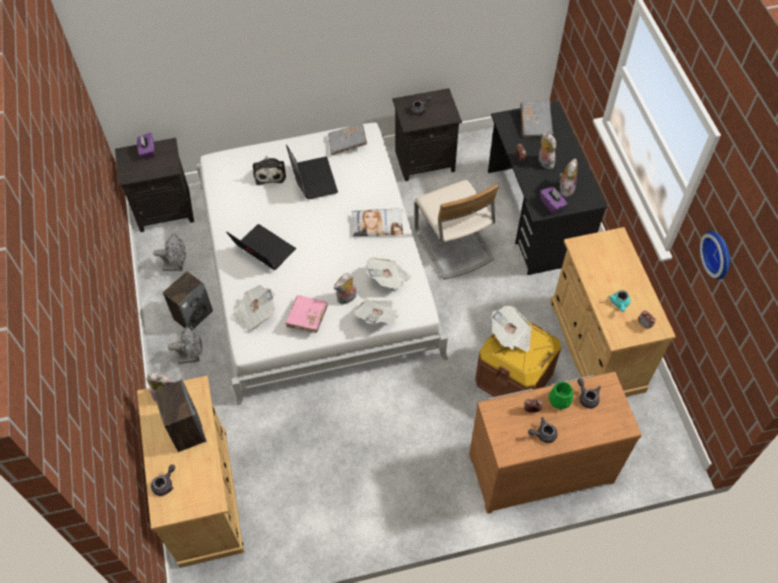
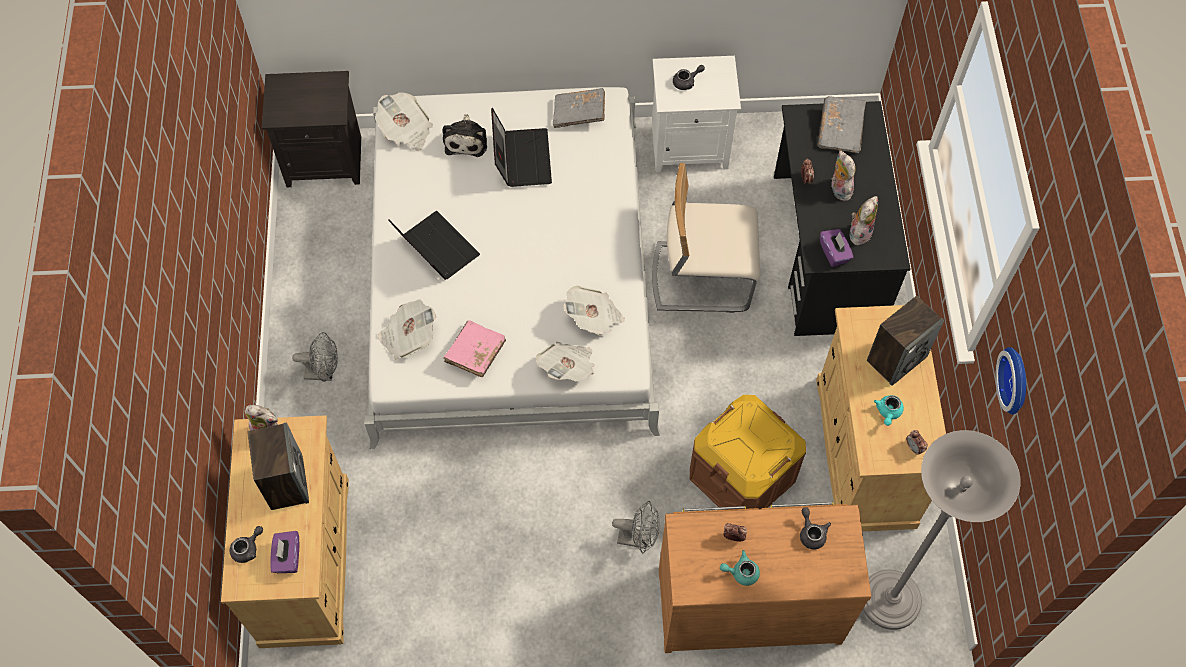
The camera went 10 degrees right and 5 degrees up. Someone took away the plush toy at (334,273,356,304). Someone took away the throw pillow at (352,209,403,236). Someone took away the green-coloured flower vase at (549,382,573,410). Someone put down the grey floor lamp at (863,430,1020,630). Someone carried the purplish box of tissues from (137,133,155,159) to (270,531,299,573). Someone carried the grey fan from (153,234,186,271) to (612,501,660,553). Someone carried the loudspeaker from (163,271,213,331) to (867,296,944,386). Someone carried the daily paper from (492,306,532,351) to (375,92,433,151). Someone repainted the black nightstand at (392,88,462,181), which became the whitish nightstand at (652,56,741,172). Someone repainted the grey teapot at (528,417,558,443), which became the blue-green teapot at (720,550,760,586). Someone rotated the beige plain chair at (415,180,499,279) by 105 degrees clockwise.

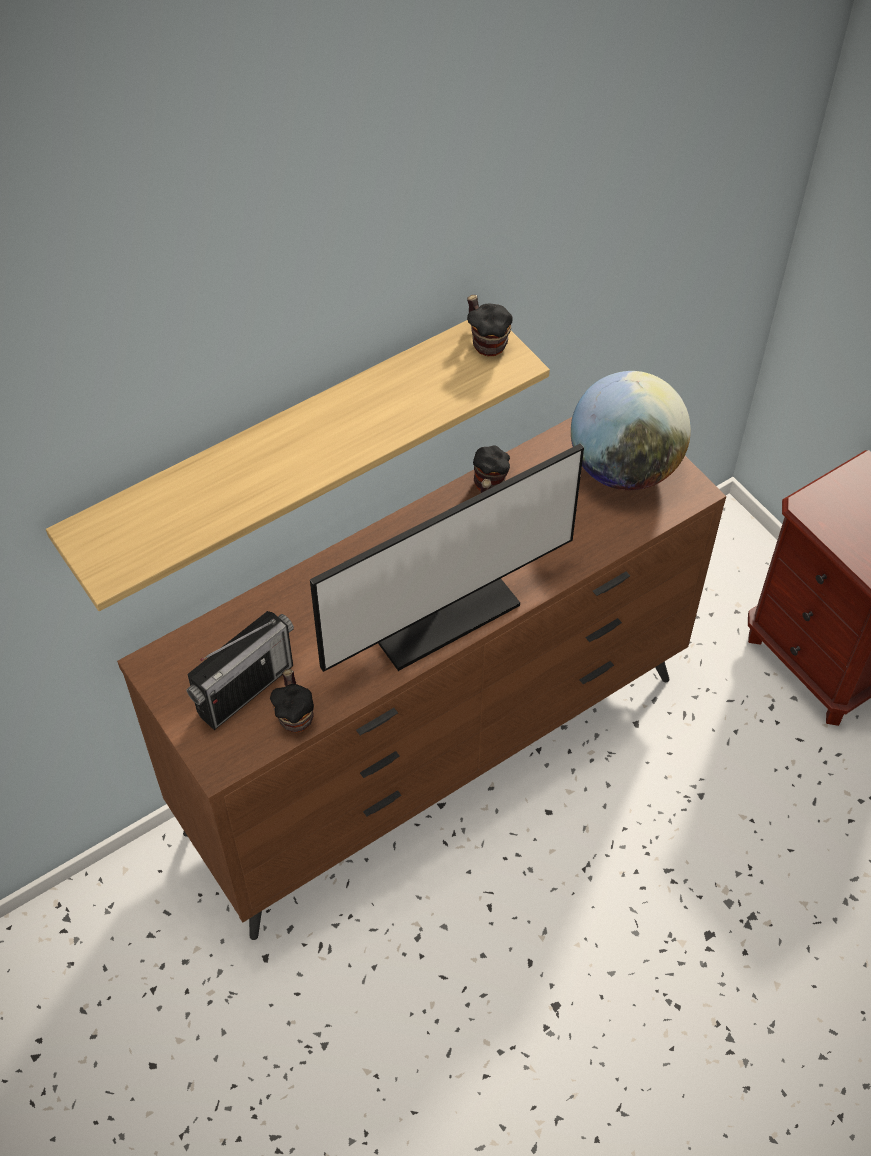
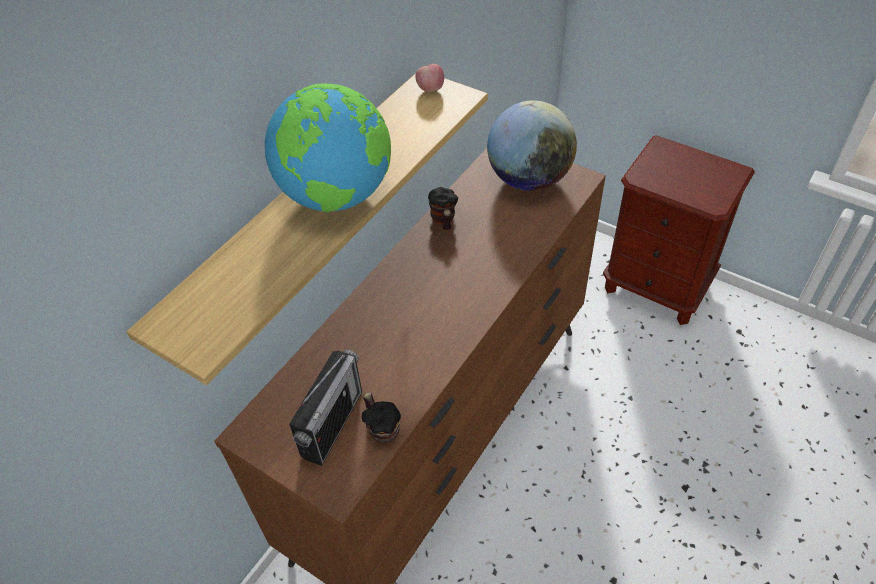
The camera went 20 degrees left and 5 degrees down. Someone took away the computer screen at (310,443,584,672). Someone put down the globe at (265,83,391,212). Someone swapped the tea mug at (467,295,512,356) for the apple fruit at (415,64,444,92).

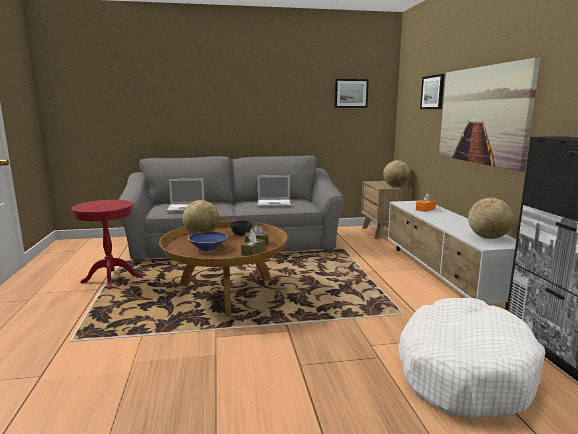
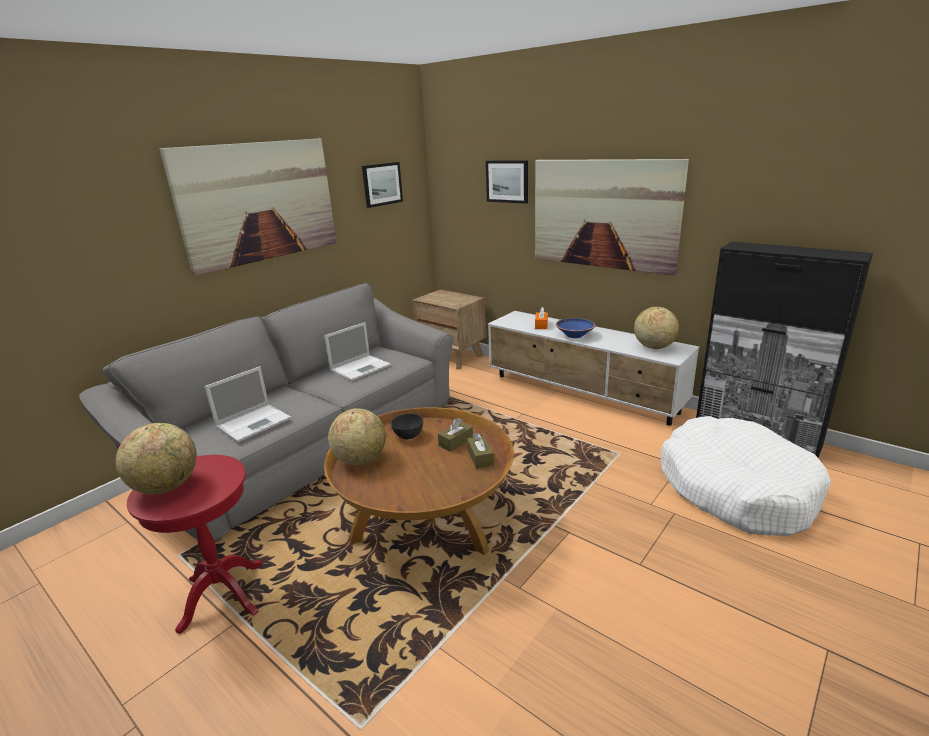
The camera went 40 degrees left and 10 degrees up. Someone put up the wall art at (160,138,337,276). Someone carried the blue bowl from (188,232,228,251) to (556,318,596,338). Someone carried the globe from (383,160,411,187) to (116,423,197,494).

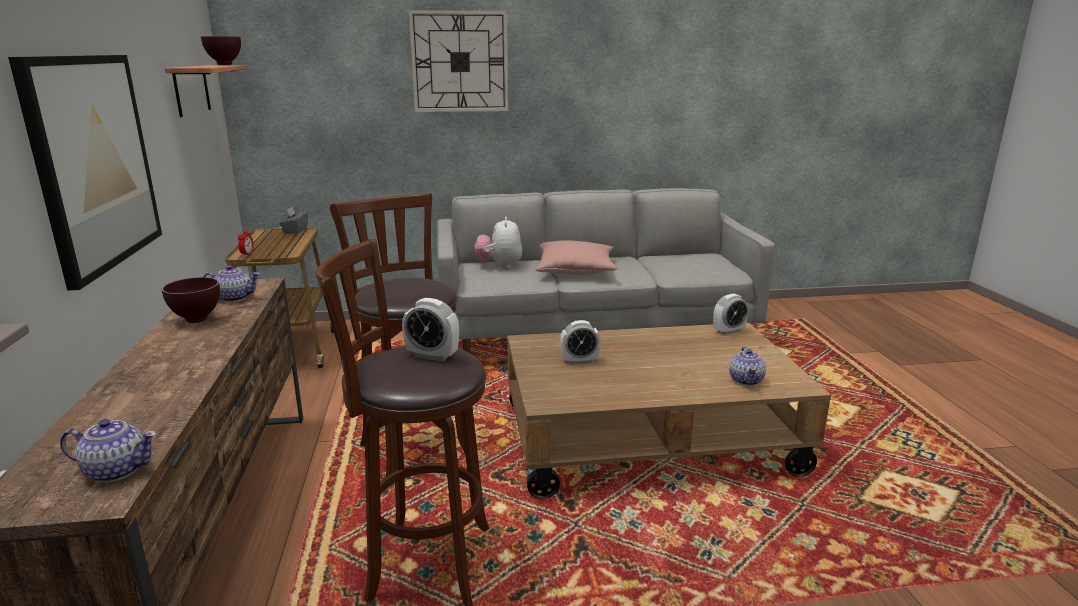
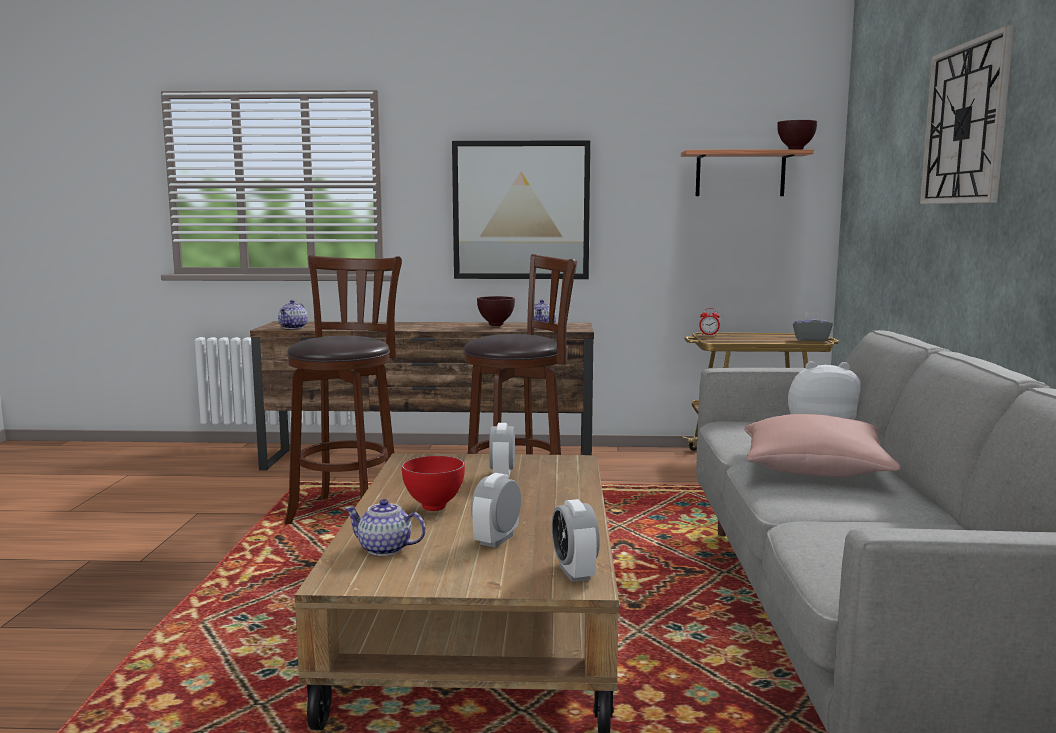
The camera went 100 degrees right and 10 degrees down. Someone put down the red bowl at (402,456,465,511). Someone carried the bedside clock from (402,298,459,361) to (471,473,521,548).

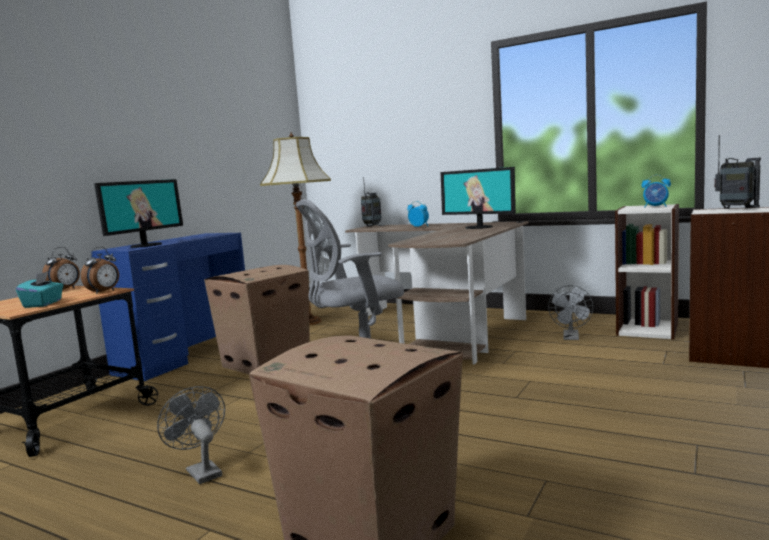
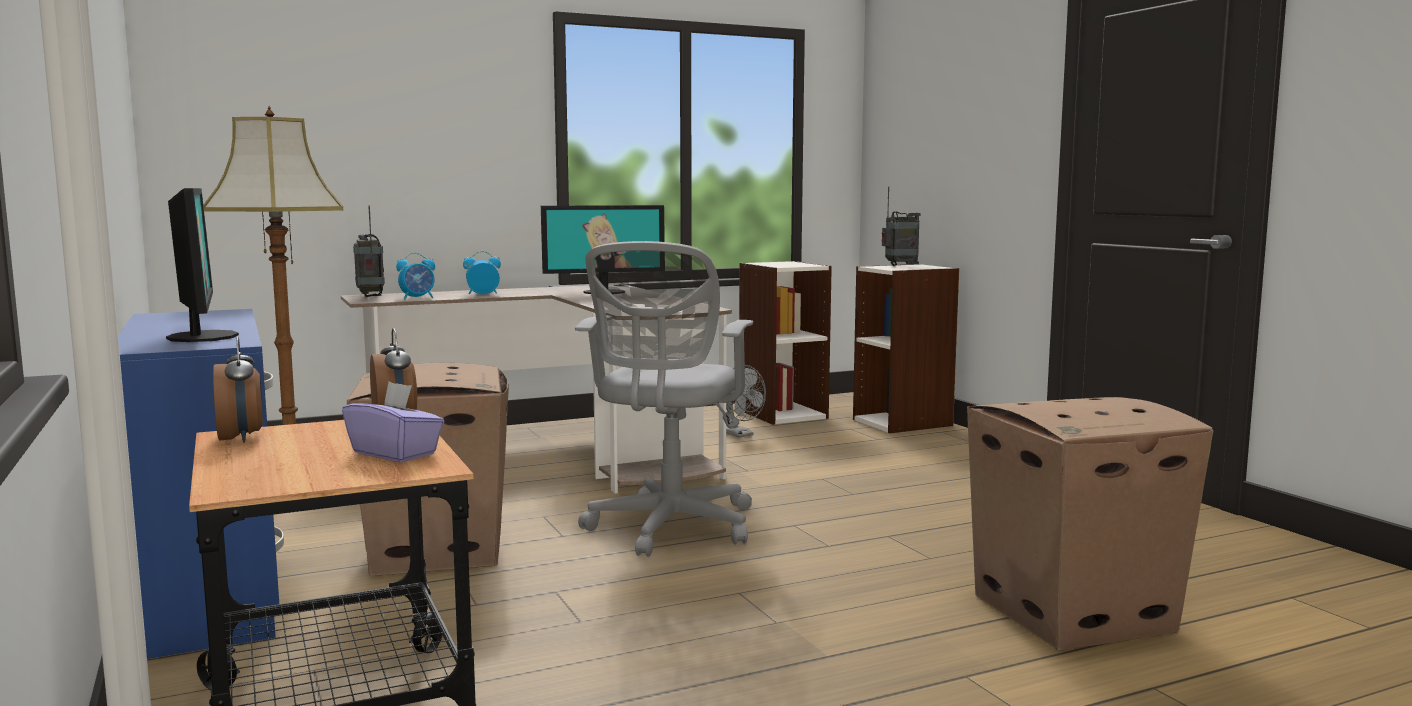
The camera went 55 degrees left and 0 degrees up. Someone took away the grey fan at (157,386,225,484). Someone carried the bedside clock from (642,175,671,207) to (396,252,435,299). Someone repainted the blue-green box of tissues at (16,271,63,308), which became the purplish box of tissues at (342,382,444,462).

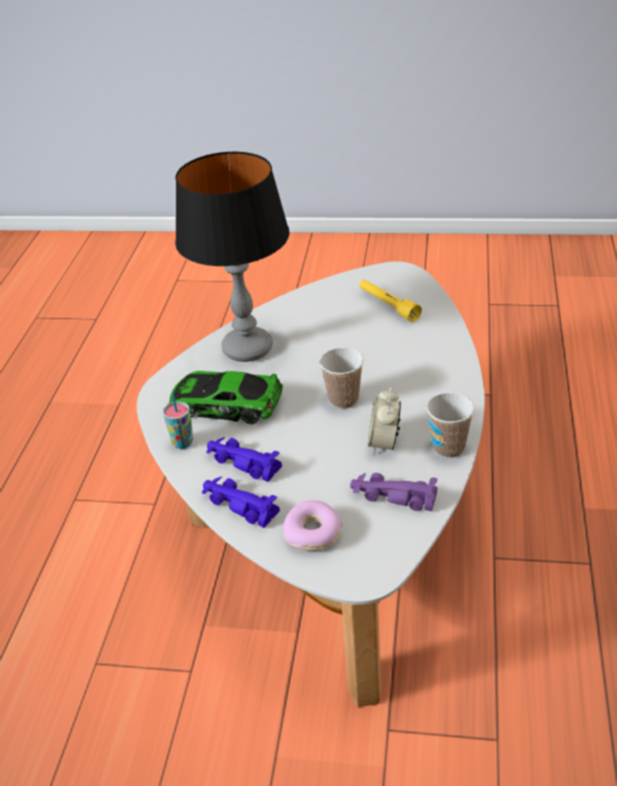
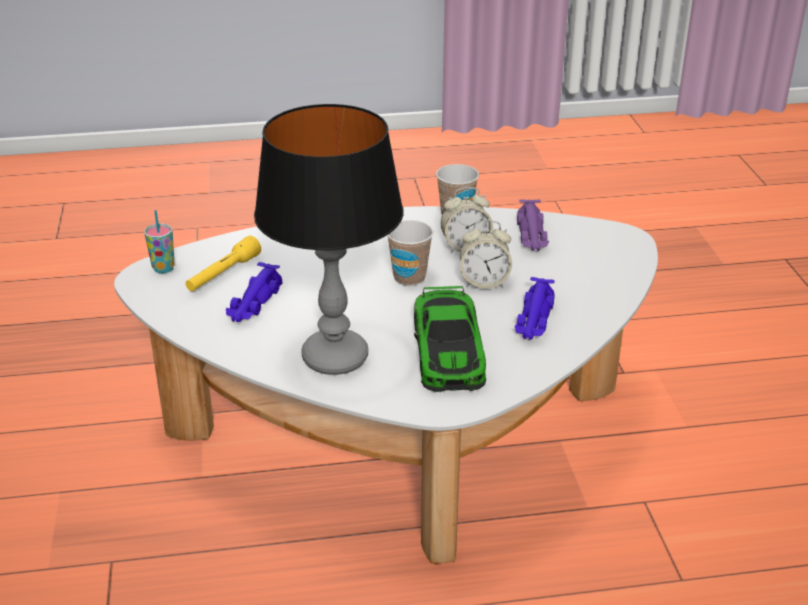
The camera went 110 degrees left and 5 degrees down. Someone took away the donut at (283,500,342,551). Someone put down the bedside clock at (460,220,512,289). Someone carried the cup from (163,392,193,449) to (144,210,175,273). Someone carried the purplish miniature car from (202,476,280,528) to (226,262,282,322).

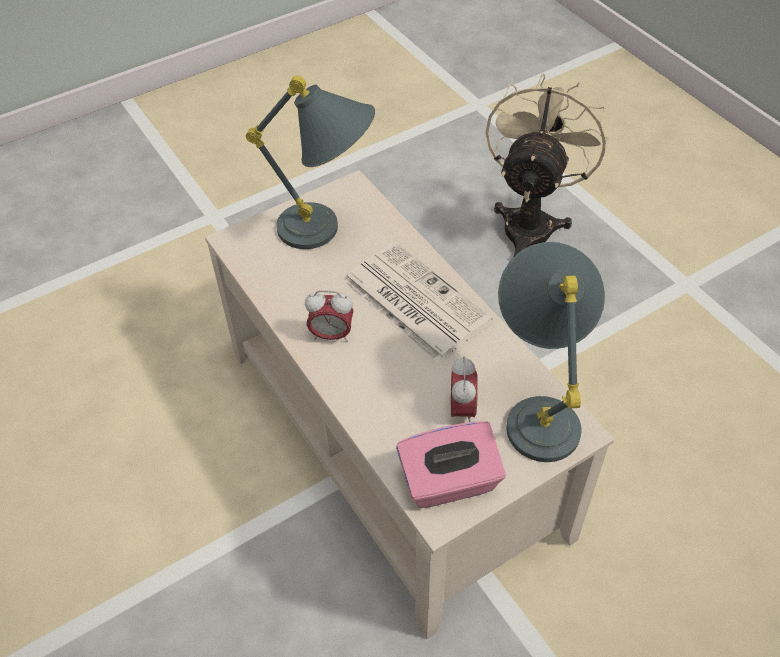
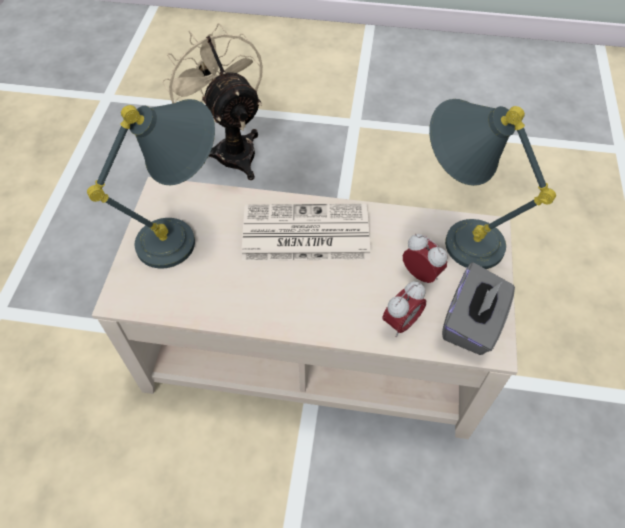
The camera went 50 degrees left and 5 degrees up. Someone carried the bedside clock from (305,290,353,342) to (382,281,426,337). Someone repainted the pink box of tissues at (396,422,506,508), which became the grey box of tissues at (442,262,515,355).

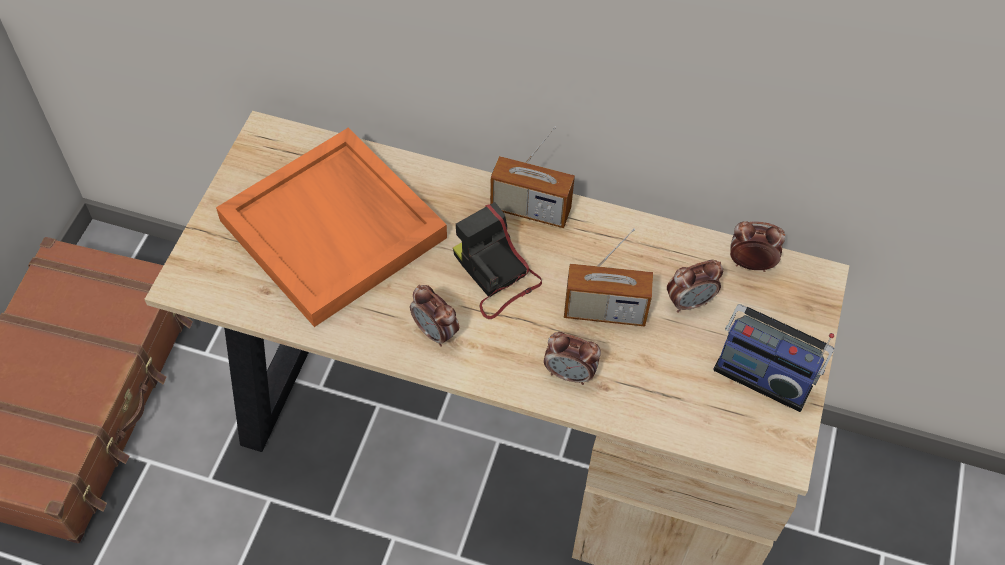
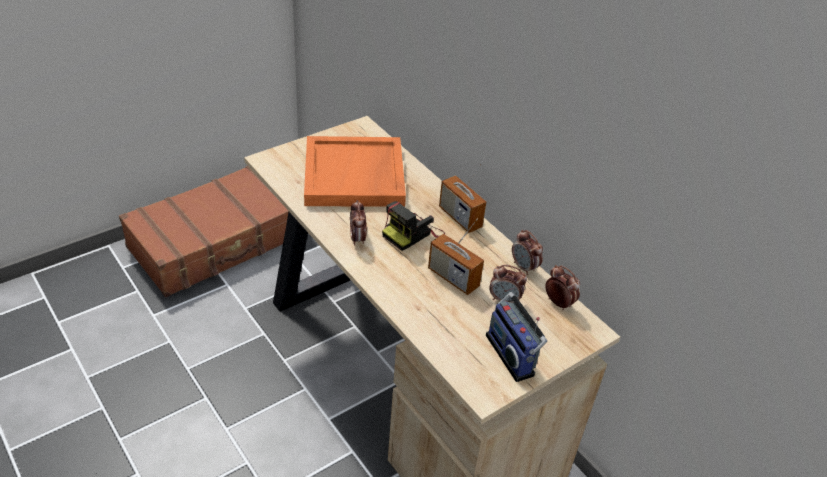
The camera went 35 degrees right and 15 degrees down. Someone carried the bedside clock from (544,332,601,385) to (512,230,543,275). Someone rotated the photo camera at (453,202,542,319) by 135 degrees counterclockwise.

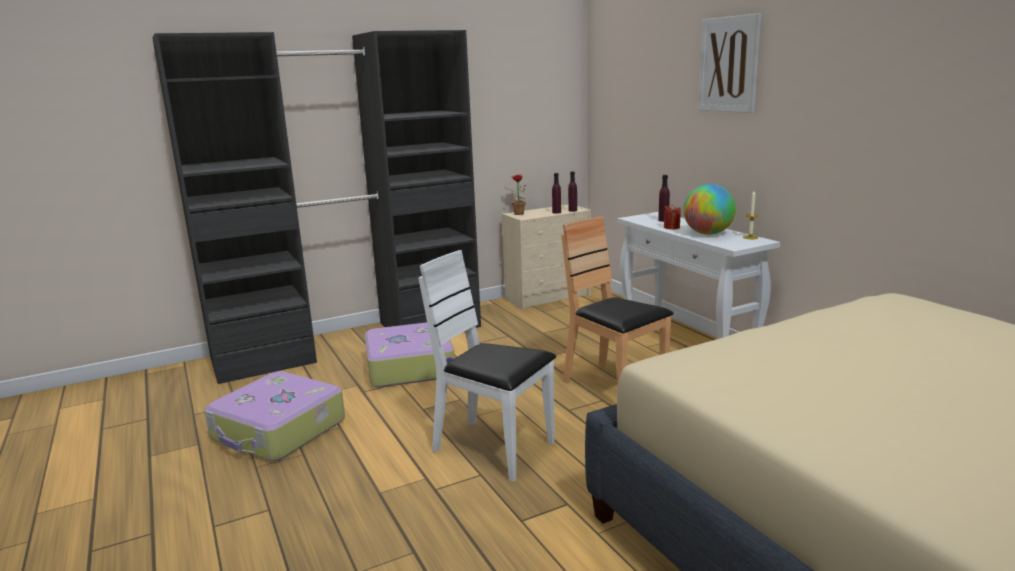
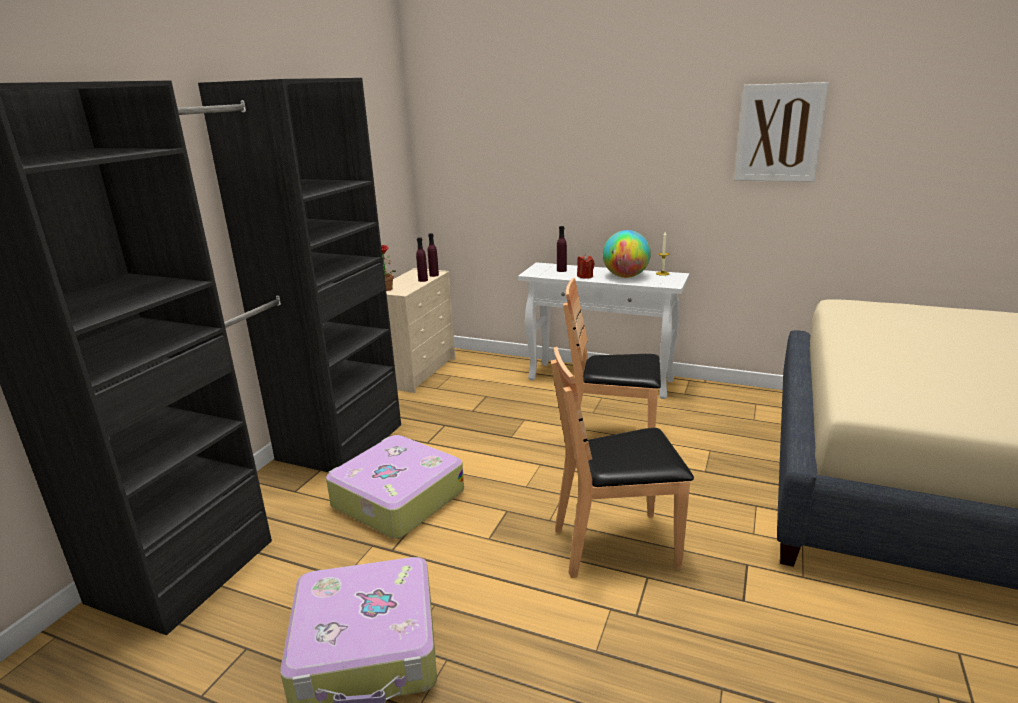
The camera went 40 degrees left and 5 degrees up. Someone carried the wall art from (698,13,761,113) to (734,82,829,182). Someone repainted the whitish plain chair at (418,250,556,482), which became the brownish plain chair at (550,347,694,578).

